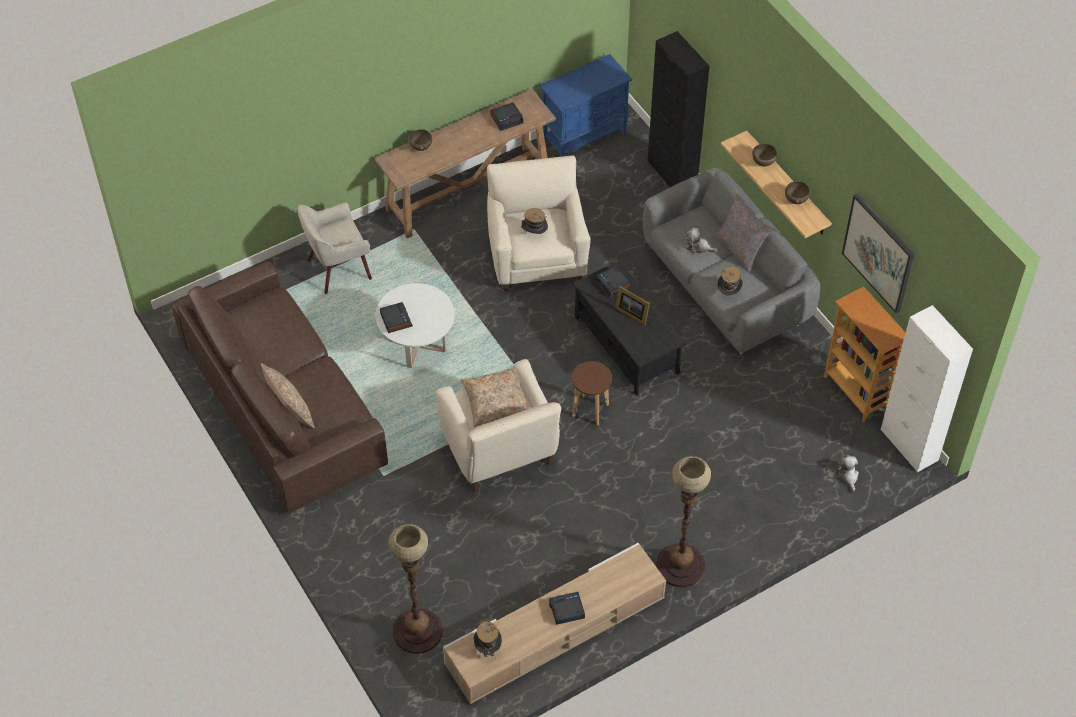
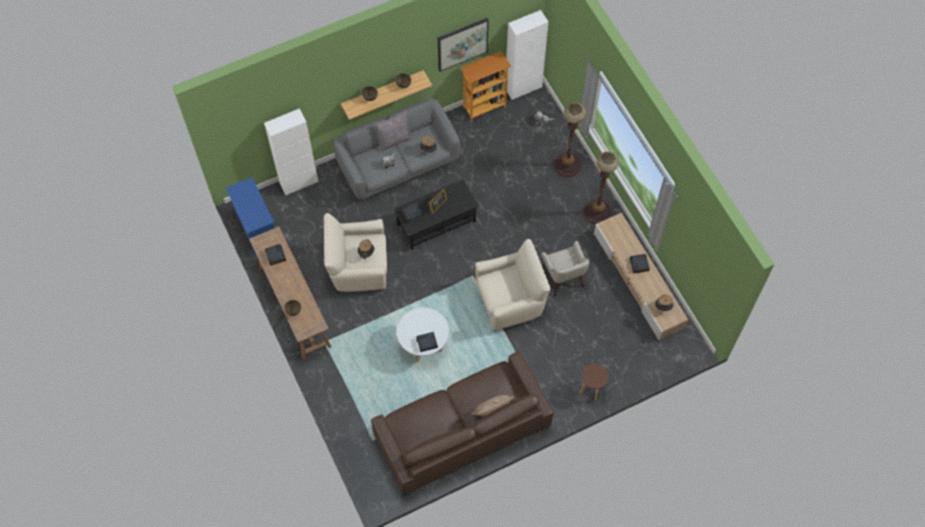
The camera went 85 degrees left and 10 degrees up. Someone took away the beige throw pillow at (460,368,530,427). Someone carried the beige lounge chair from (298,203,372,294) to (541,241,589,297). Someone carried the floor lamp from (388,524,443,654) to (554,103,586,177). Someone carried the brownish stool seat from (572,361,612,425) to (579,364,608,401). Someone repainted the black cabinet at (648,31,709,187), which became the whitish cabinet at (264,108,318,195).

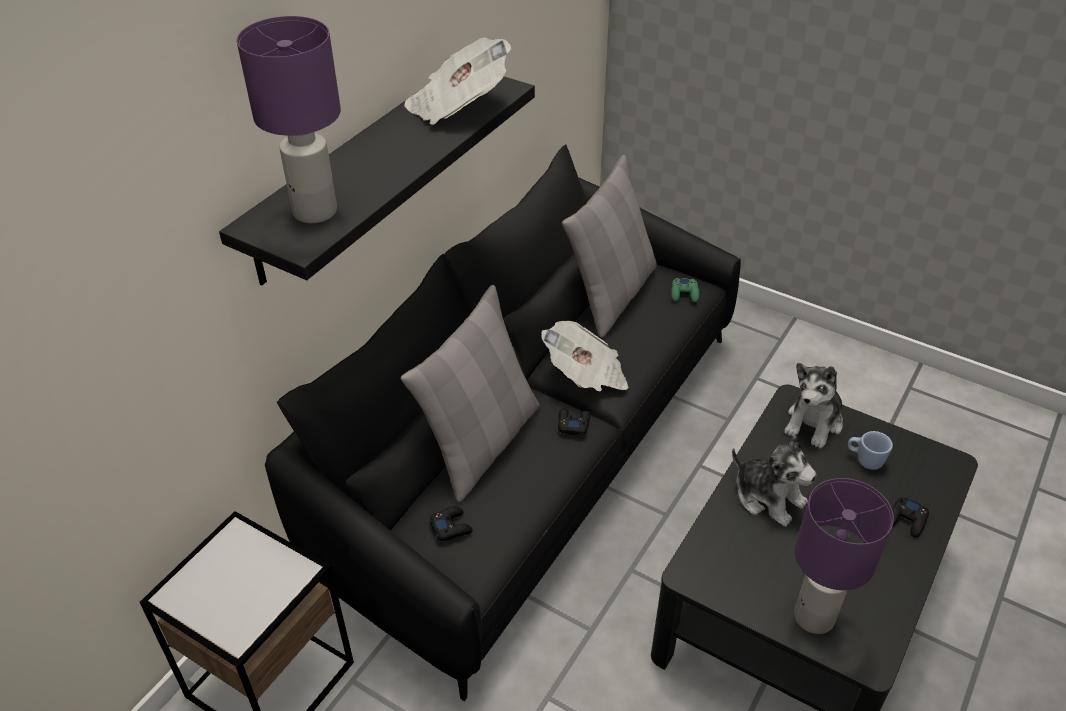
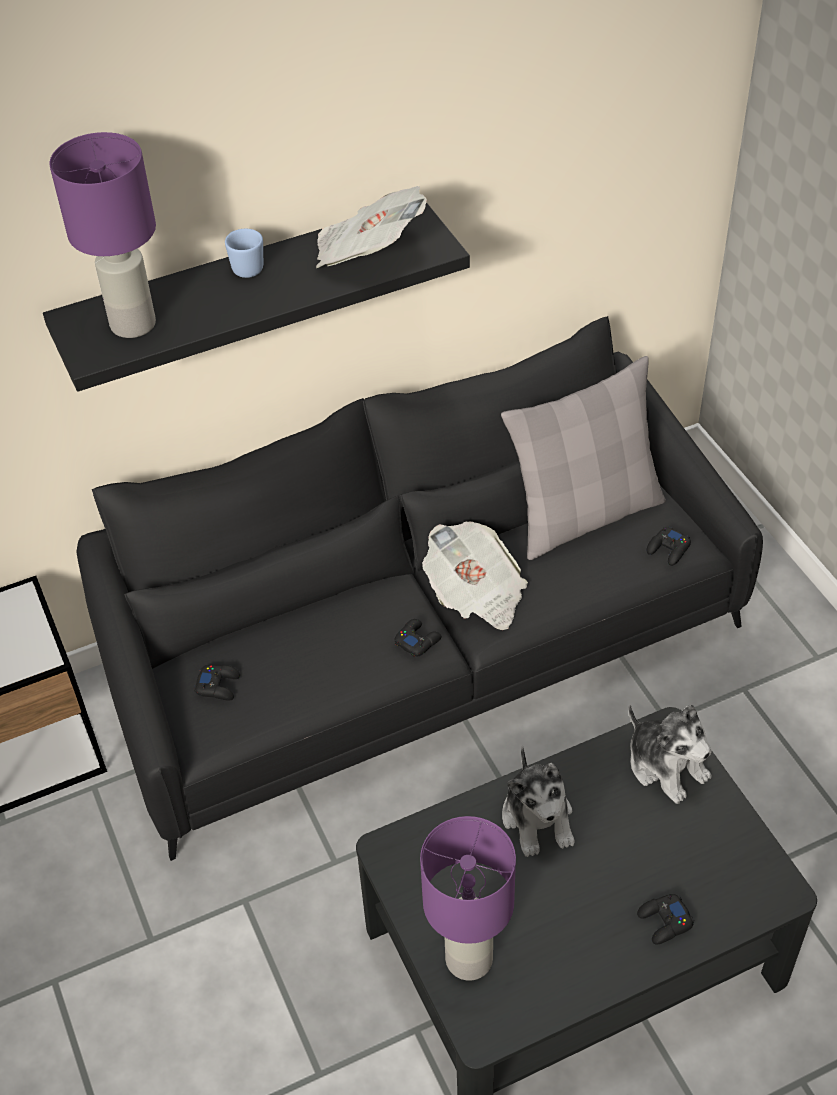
The camera went 35 degrees right and 5 degrees up. Someone took away the grey throw pillow at (400,285,540,502). Someone carried the blue tea mug from (848,431,893,470) to (225,229,263,278). Someone repainted the green-coloured joypad at (671,278,699,302), which became the black joypad at (647,527,691,566). Someone rotated the plush toy at (784,363,843,449) by 105 degrees counterclockwise.

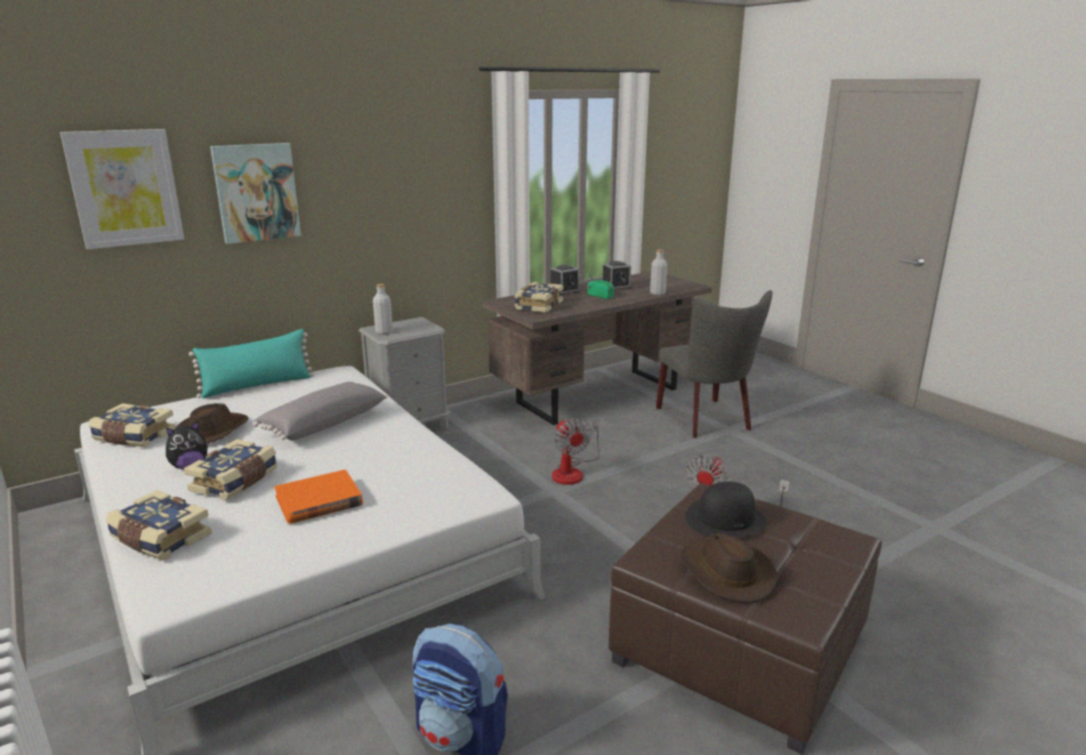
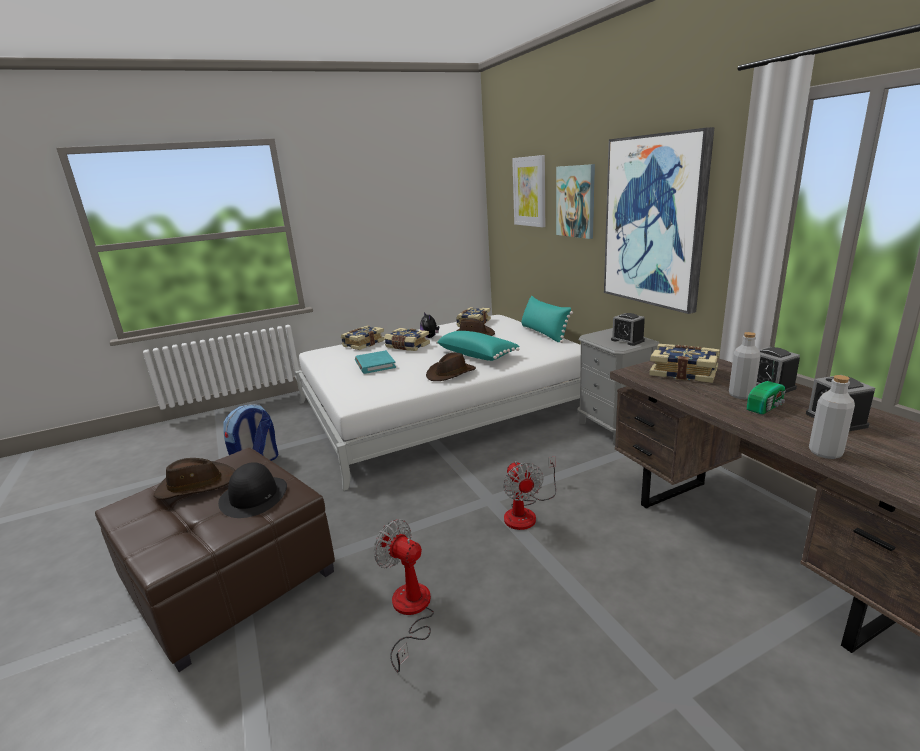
The camera went 100 degrees right and 0 degrees up. Someone took away the grey plain chair at (656,290,773,438). Someone put down the brownish clothing hat at (426,353,476,381). Someone put up the wall art at (604,127,714,314). Someone put down the bedside clock at (611,313,645,346). Someone carried the grey drink bottle from (373,284,393,335) to (729,332,761,399). Someone repainted the grey throw pillow at (253,382,388,440), which became the blue-green throw pillow at (436,331,520,361). Someone repainted the orange book at (274,470,363,524), which became the blue-green book at (355,350,396,374). Someone rotated the fan at (552,418,600,485) by 90 degrees counterclockwise.

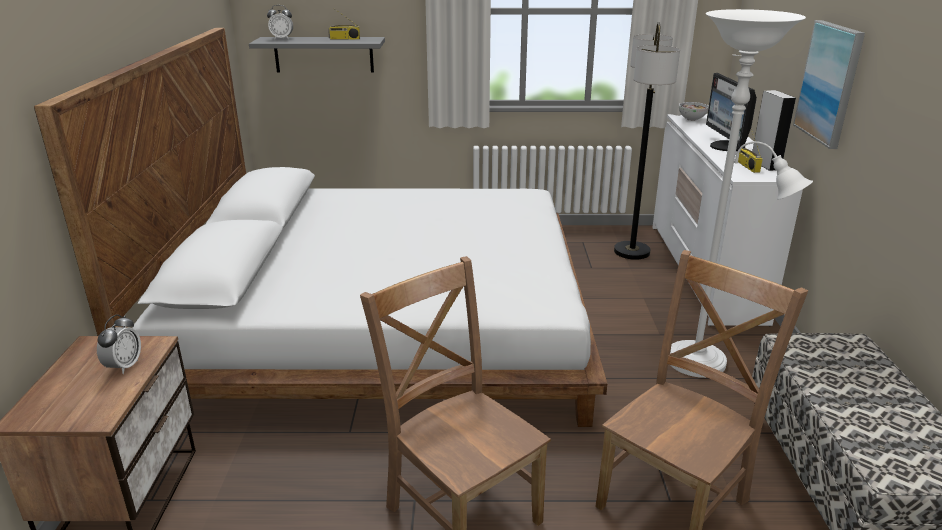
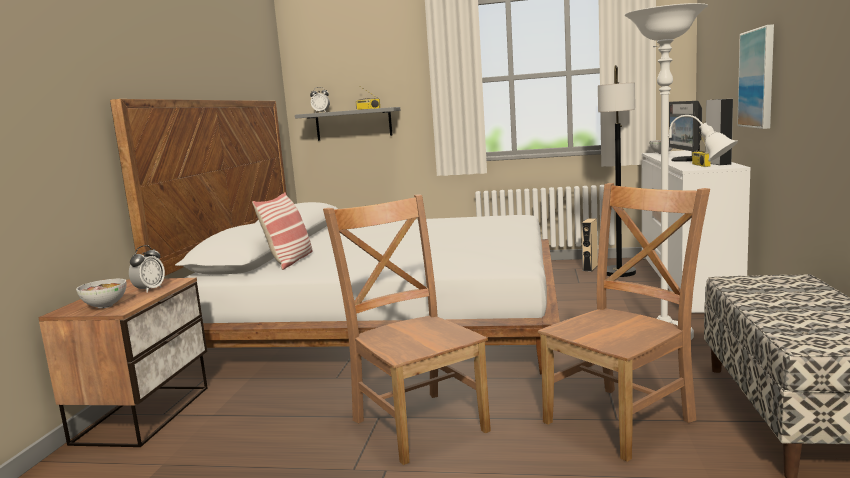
The camera went 10 degrees right and 15 degrees down. Someone put down the bowl at (76,279,127,308). Someone put down the throw pillow at (252,192,312,270). Someone put down the beige loudspeaker at (582,218,598,272).

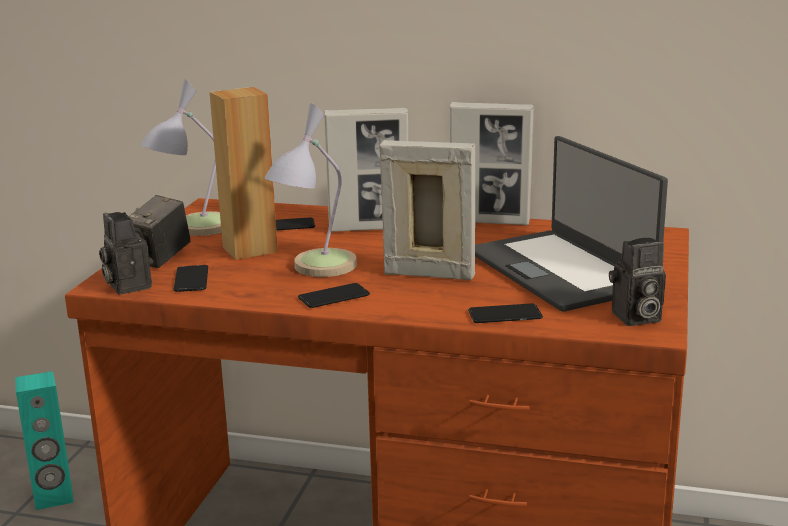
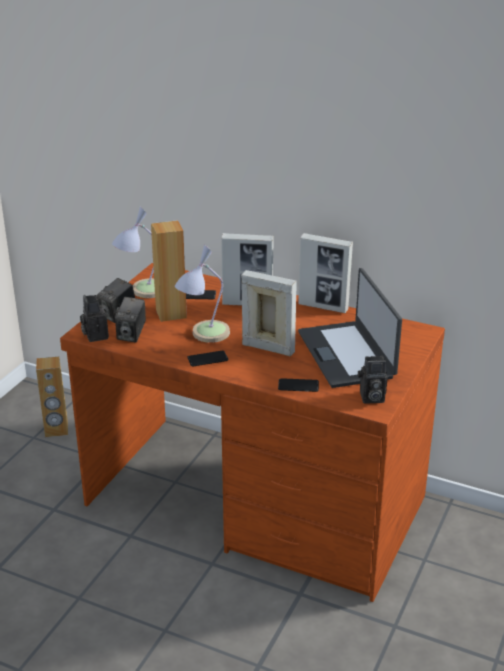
The camera went 10 degrees right and 10 degrees up. Someone swapped the phone at (173,265,208,292) for the photo camera at (115,297,146,342). Someone repainted the blue-green loudspeaker at (15,371,74,510), which became the brownish loudspeaker at (36,357,68,437).

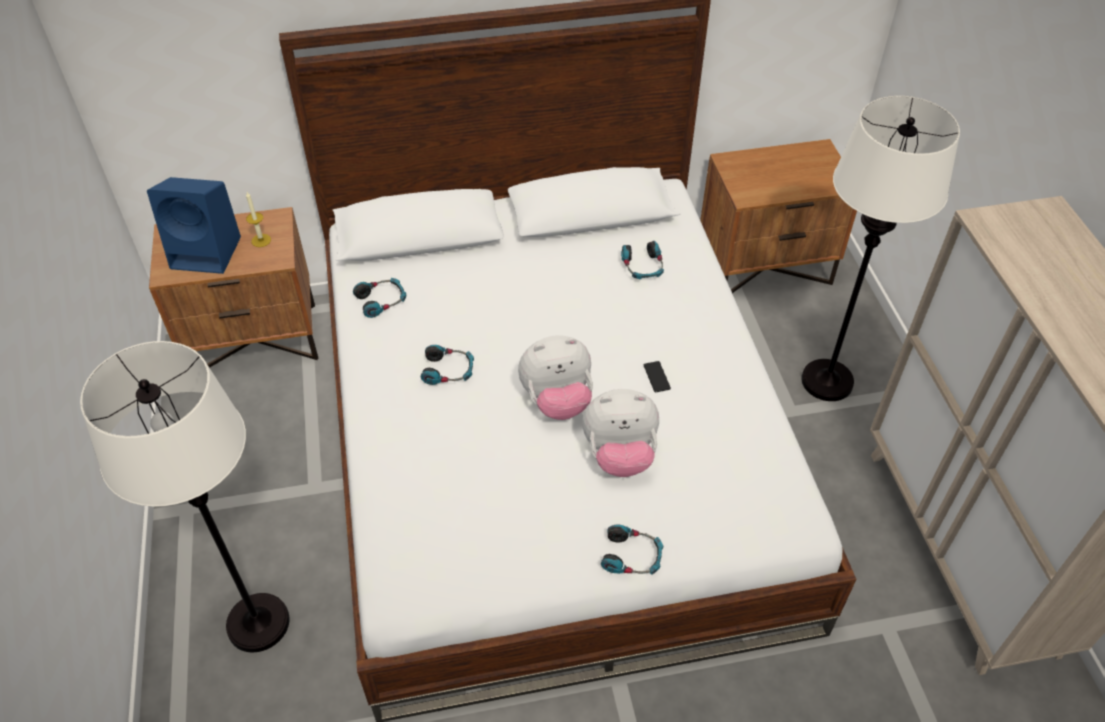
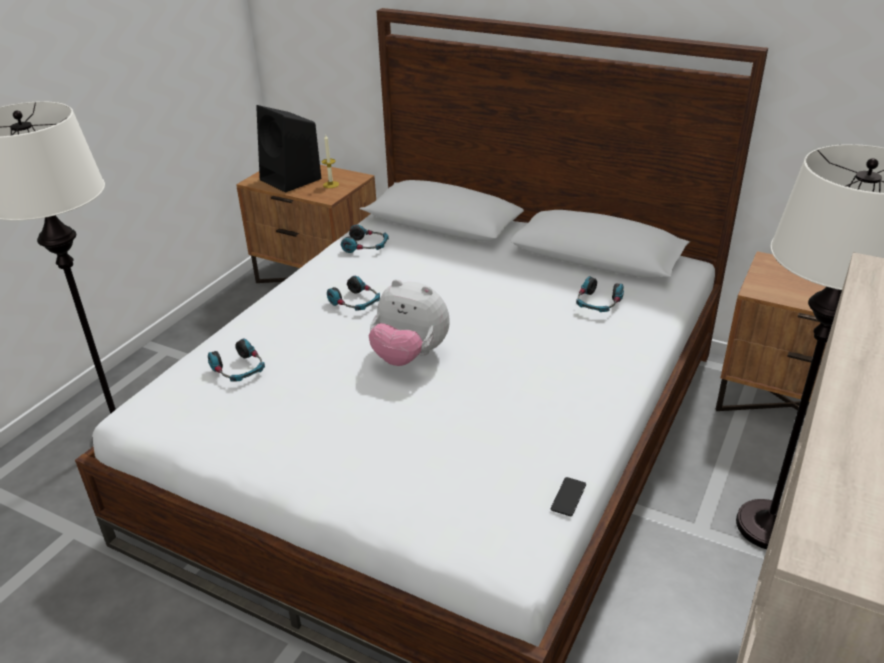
The camera went 40 degrees right and 15 degrees down. Someone took away the plush toy at (582,389,659,477). Someone carried the headphones from (601,524,663,575) to (208,338,265,382). Someone carried the phone from (644,361,671,392) to (551,477,586,516). Someone repainted the blue loudspeaker at (147,177,241,274), which became the black loudspeaker at (256,105,322,193).

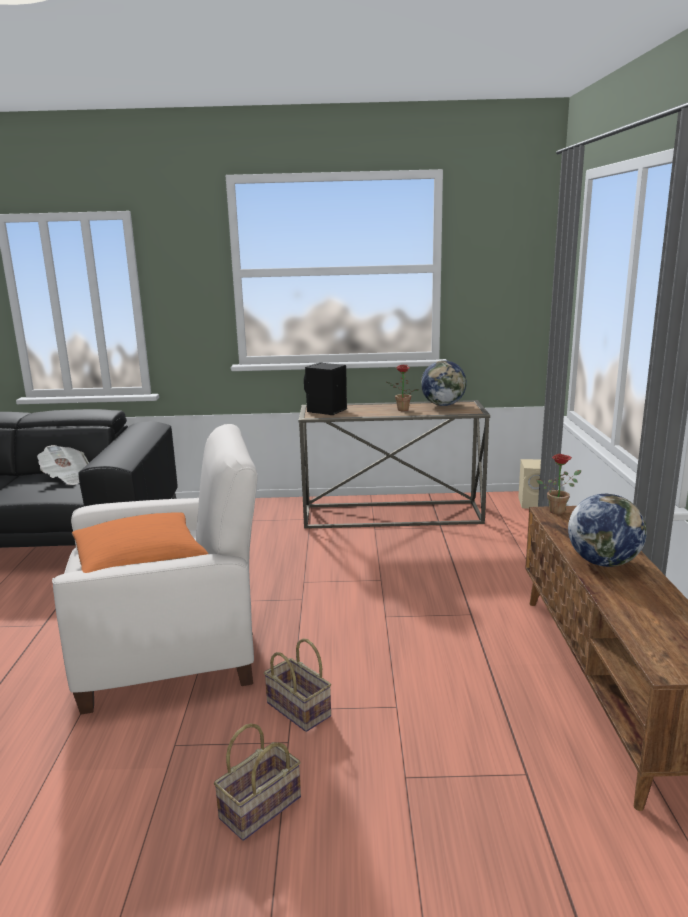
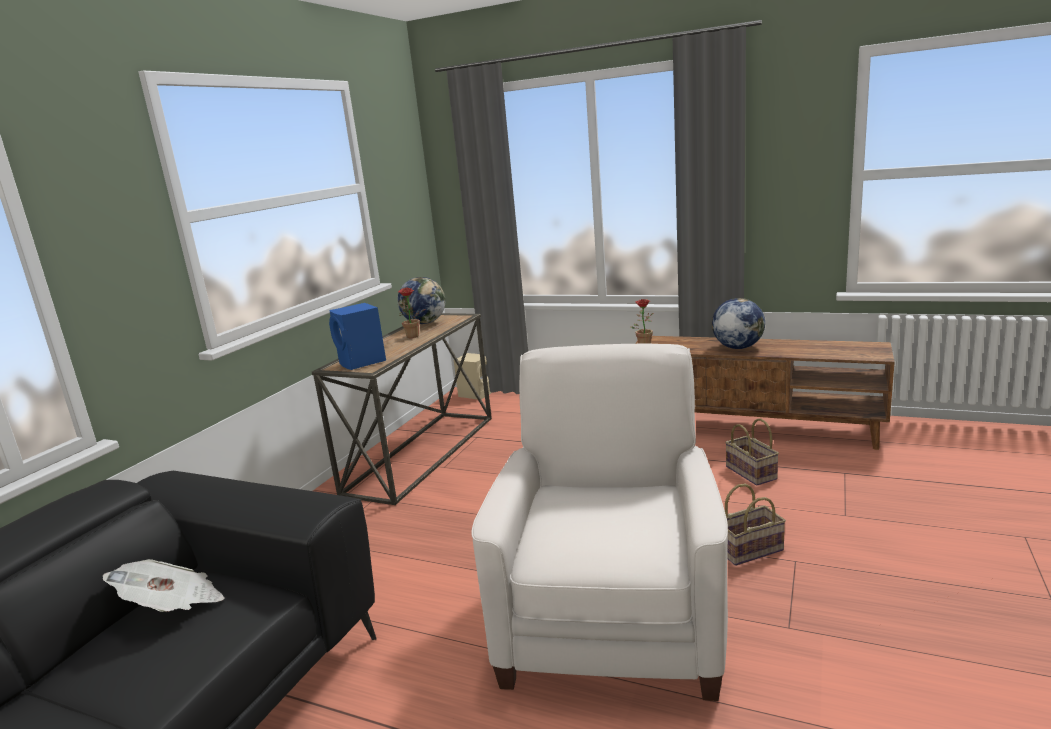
The camera went 65 degrees left and 0 degrees up. Someone took away the orange throw pillow at (72,512,208,573). Someone carried the basket from (214,724,301,841) to (725,418,779,486). Someone repainted the black loudspeaker at (304,363,347,415), which became the blue loudspeaker at (329,303,386,370).

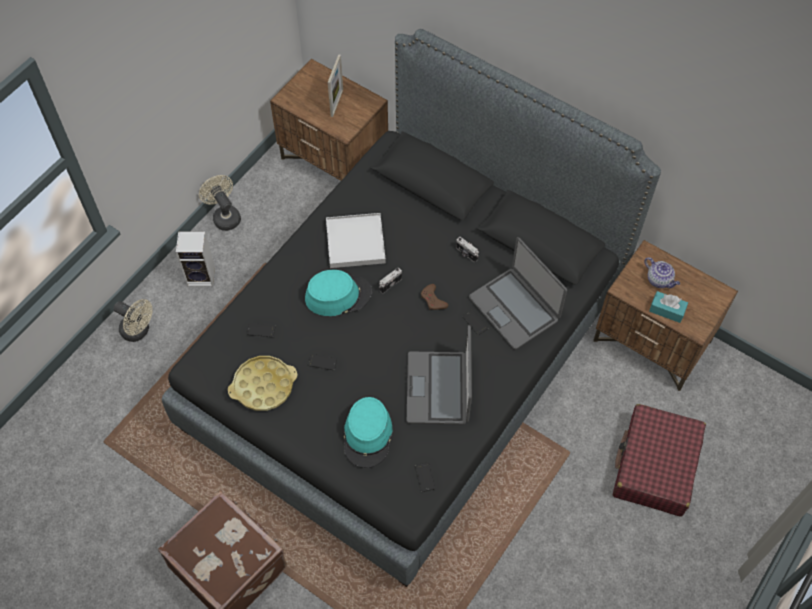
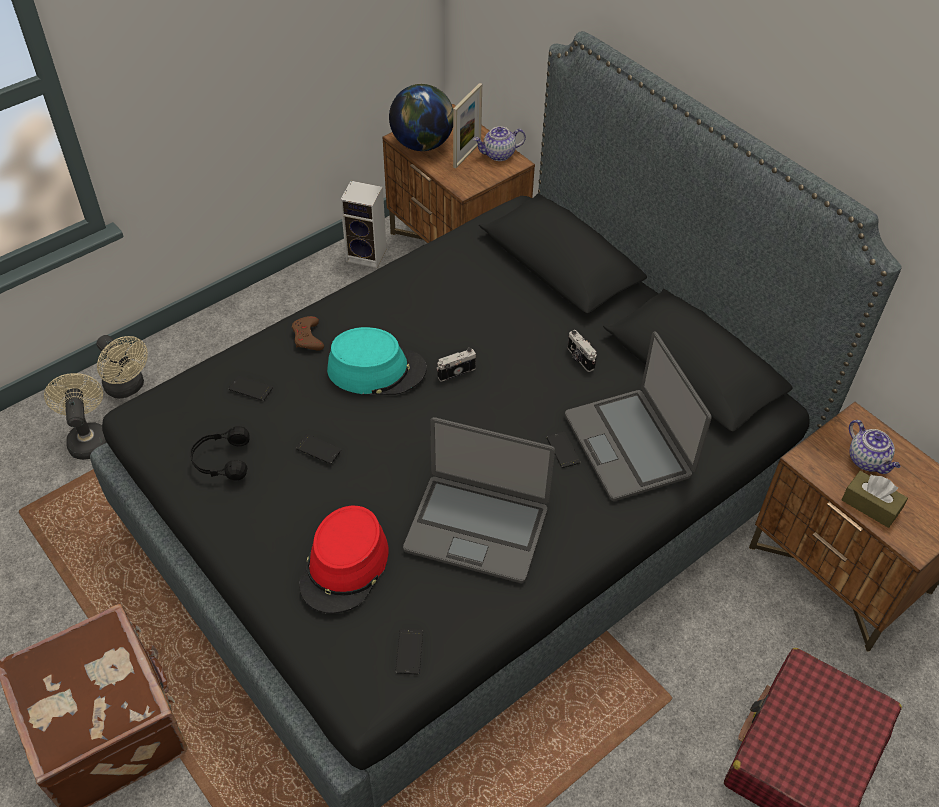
The camera went 15 degrees right and 10 degrees down. Someone took away the whitish tray at (326,213,386,268). Someone put down the globe at (389,84,453,151). Someone put down the teapot at (473,126,526,161). Someone carried the loudspeaker from (176,231,215,286) to (340,181,387,268). Someone carried the beige fan from (199,175,241,231) to (44,373,107,460). Someone carried the brownish joypad from (421,284,448,310) to (292,316,324,351). Someone swapped the yellow-coloured tray at (228,356,298,411) for the black headphones at (190,426,250,480). Someone repainted the blue-green clothing hat at (344,397,393,468), which became the red clothing hat at (299,506,388,614). Someone repainted the blue-green box of tissues at (649,291,688,323), which became the brownish box of tissues at (841,471,908,528). Someone rotated the portable computer at (407,325,472,425) by 90 degrees counterclockwise.

